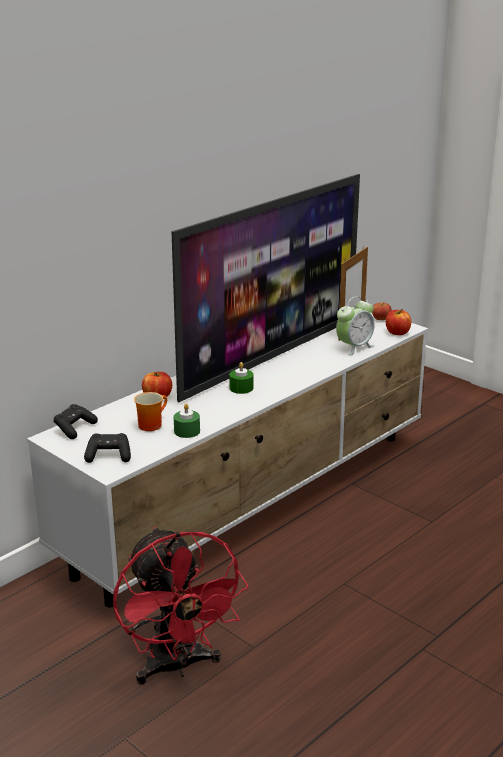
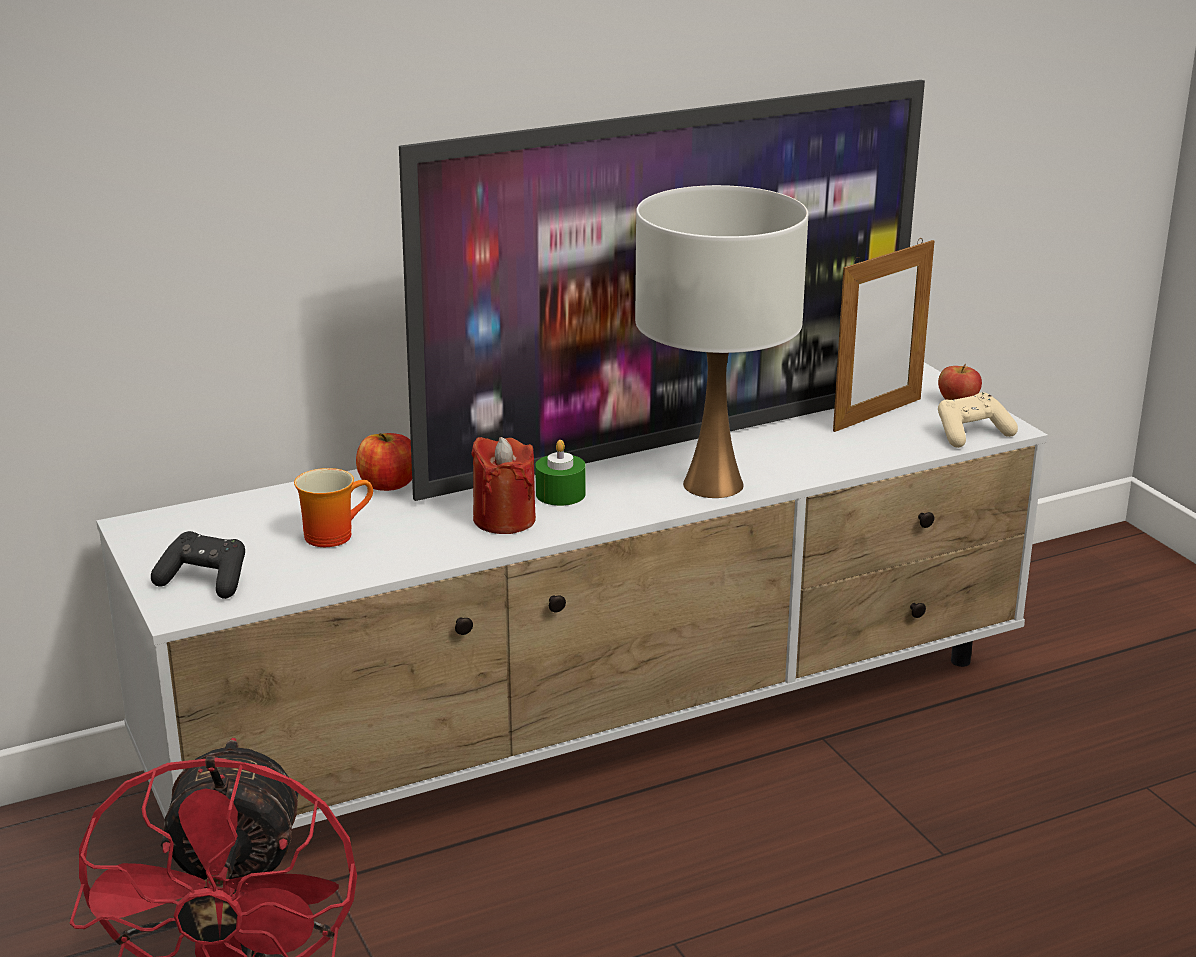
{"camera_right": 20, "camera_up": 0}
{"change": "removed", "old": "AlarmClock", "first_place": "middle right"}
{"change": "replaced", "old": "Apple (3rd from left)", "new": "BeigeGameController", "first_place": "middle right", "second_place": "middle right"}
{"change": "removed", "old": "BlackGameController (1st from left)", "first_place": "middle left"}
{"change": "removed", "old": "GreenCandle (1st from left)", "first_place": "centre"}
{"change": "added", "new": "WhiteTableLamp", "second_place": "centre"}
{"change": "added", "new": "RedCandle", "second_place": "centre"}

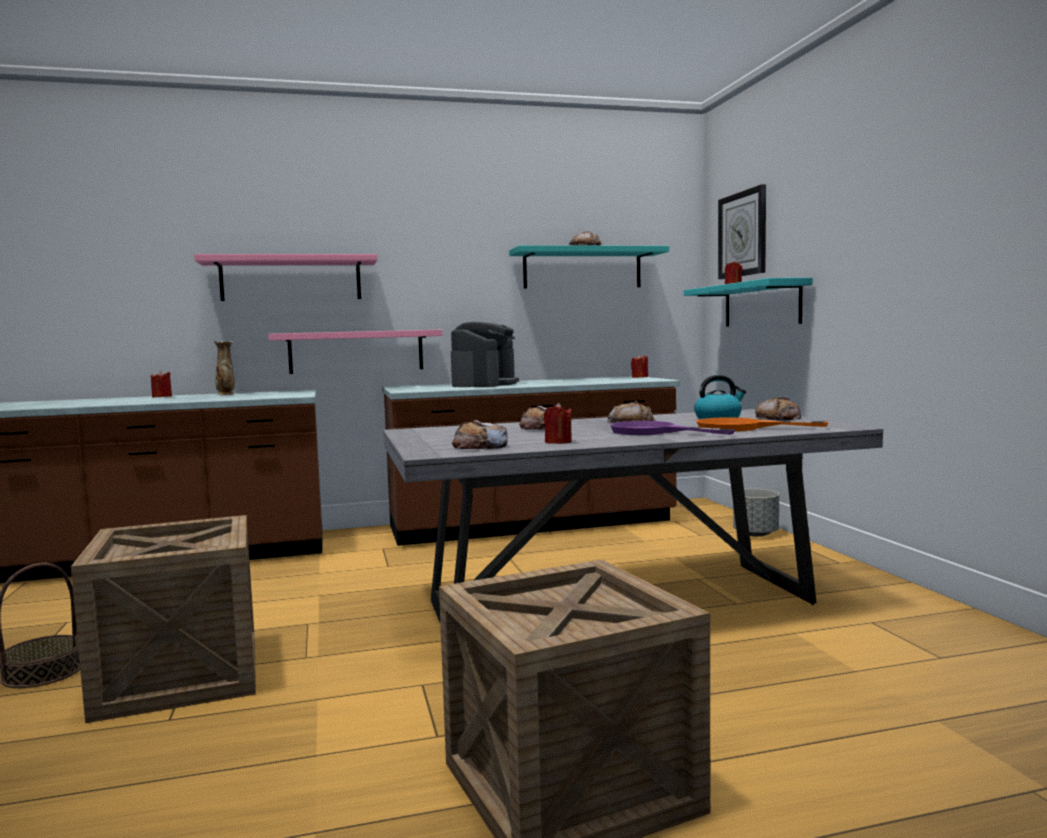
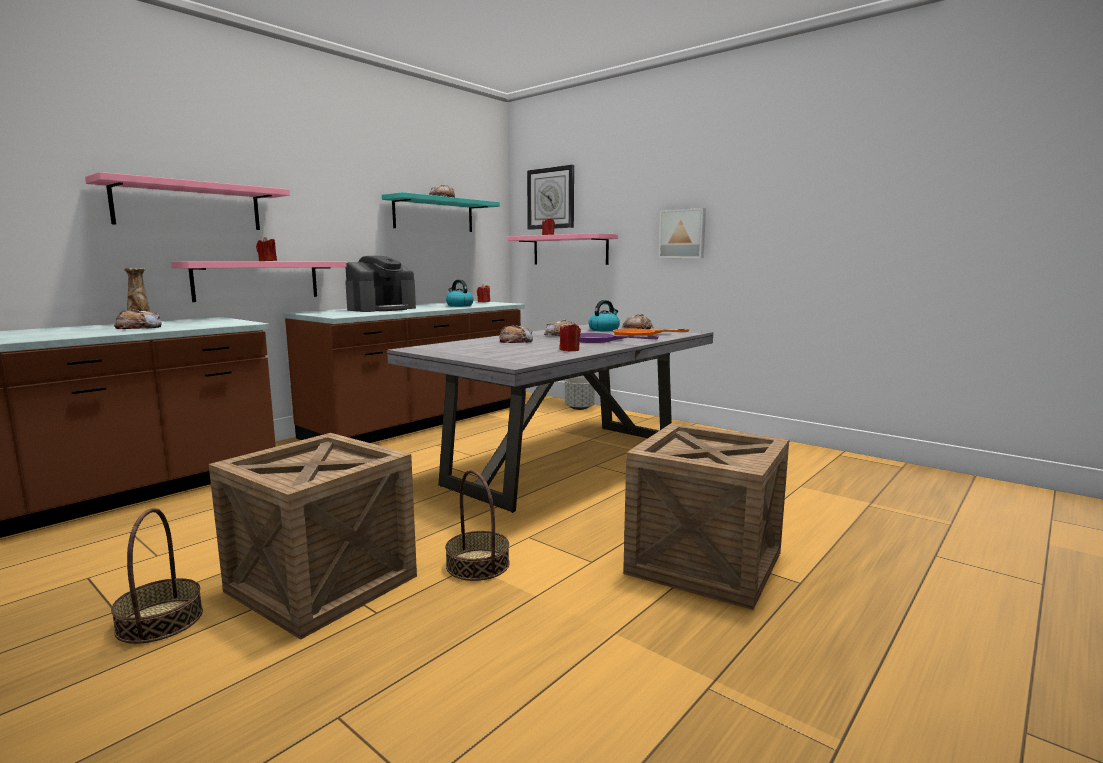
{"camera_right": -35, "camera_up": 5}
{"change": "recoloured", "old": "TurquoiseShelf (2nd from left)", "new": "PinkShelf (3rd from left)", "first_place": "middle right", "second_place": "top centre"}
{"change": "turned", "old": "CoffeeMachine", "first_place": "centre", "second_place": "centre", "degrees": 60}
{"change": "moved", "old": "RedCandle (1st from left)", "first_place": "middle left", "second_place": "top left"}
{"change": "moved", "old": "Bread (1st from left)", "first_place": "centre", "second_place": "middle left"}
{"change": "added", "new": "Picture", "second_place": "top centre"}
{"change": "added", "new": "Kettle (1st from left)", "second_place": "centre"}
{"change": "added", "new": "Basket (2nd from left)", "second_place": "bottom centre"}

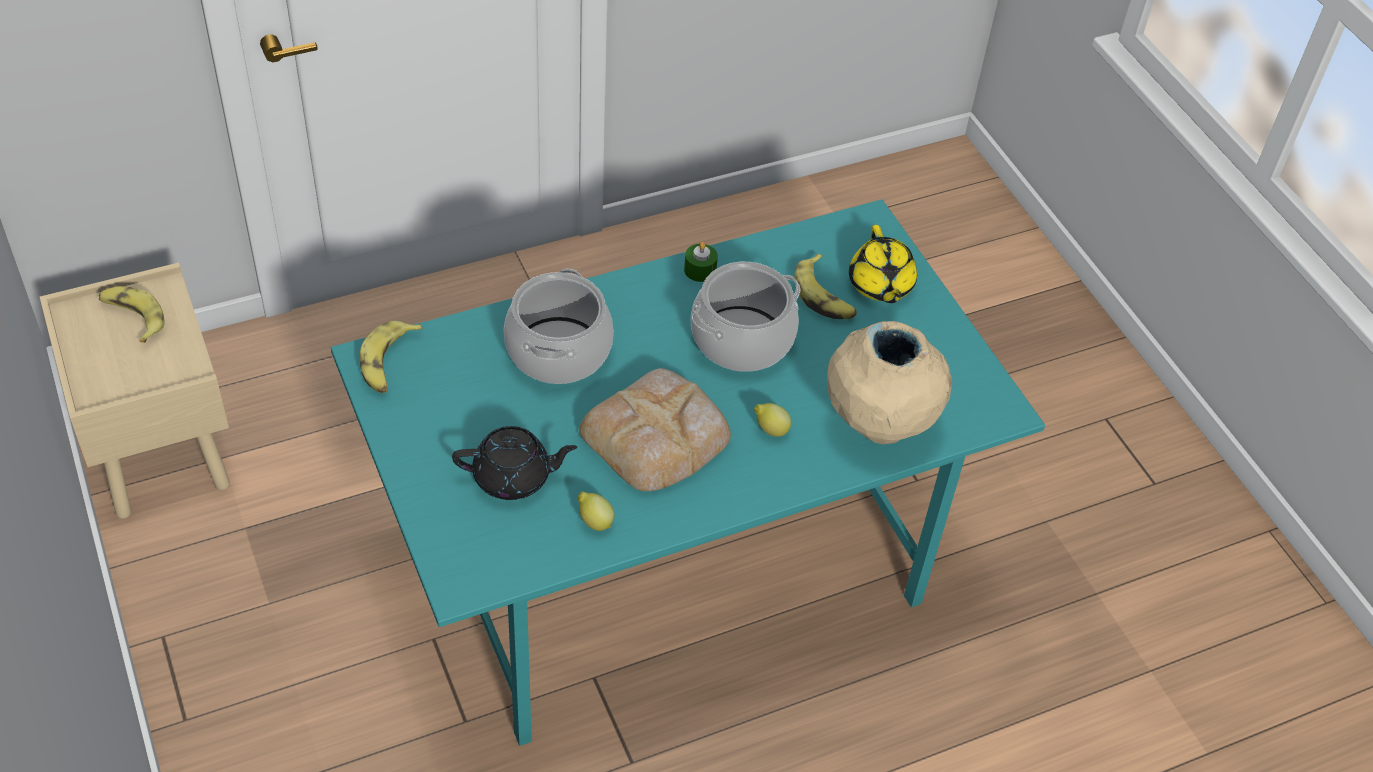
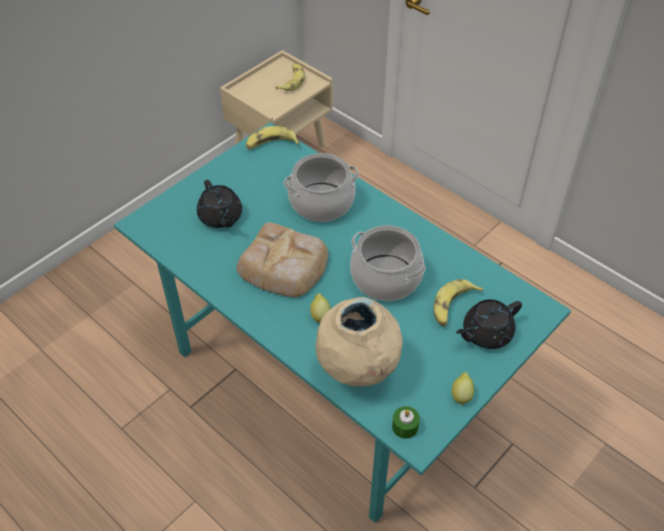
{"camera_right": 70, "camera_up": 0}
{"change": "recoloured", "old": "YellowTeapot", "new": "BlackTeapot (2nd from left)", "first_place": "centre", "second_place": "middle right"}
{"change": "moved", "old": "GreenCandle", "first_place": "centre", "second_place": "bottom centre"}
{"change": "moved", "old": "Lemon (1st from left in the first image)", "new": "Lemon (2nd from left)", "first_place": "centre", "second_place": "bottom right"}

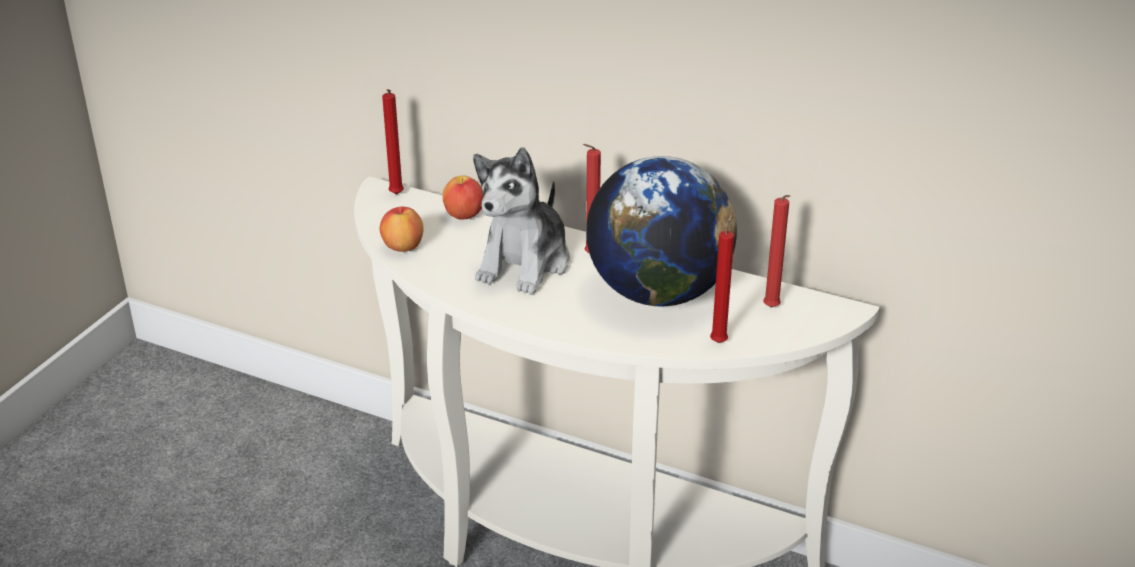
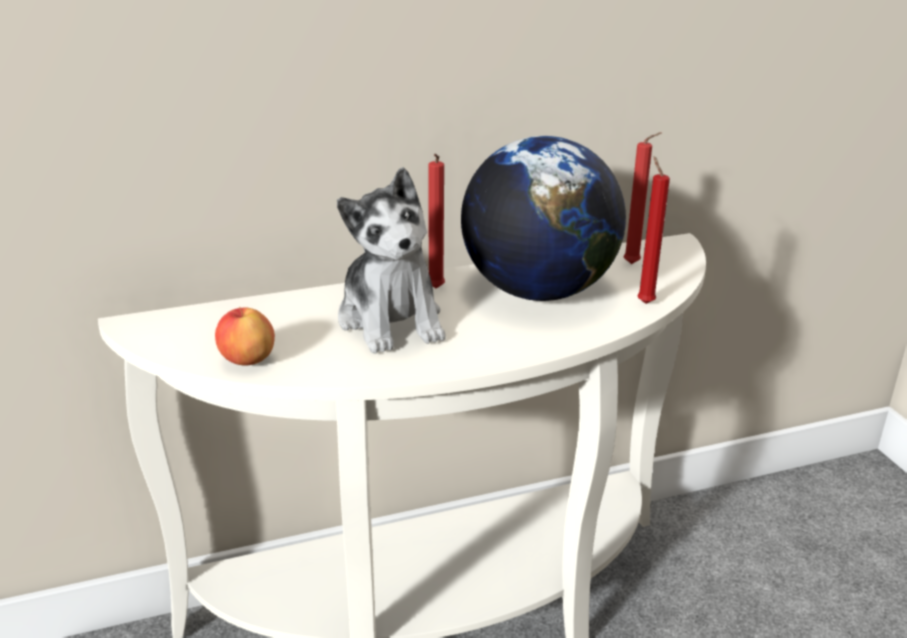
{"camera_right": -45, "camera_up": -5}
{"change": "removed", "old": "RedCandle (1st from left)", "first_place": "top centre"}
{"change": "removed", "old": "Apple (2nd from left)", "first_place": "centre"}

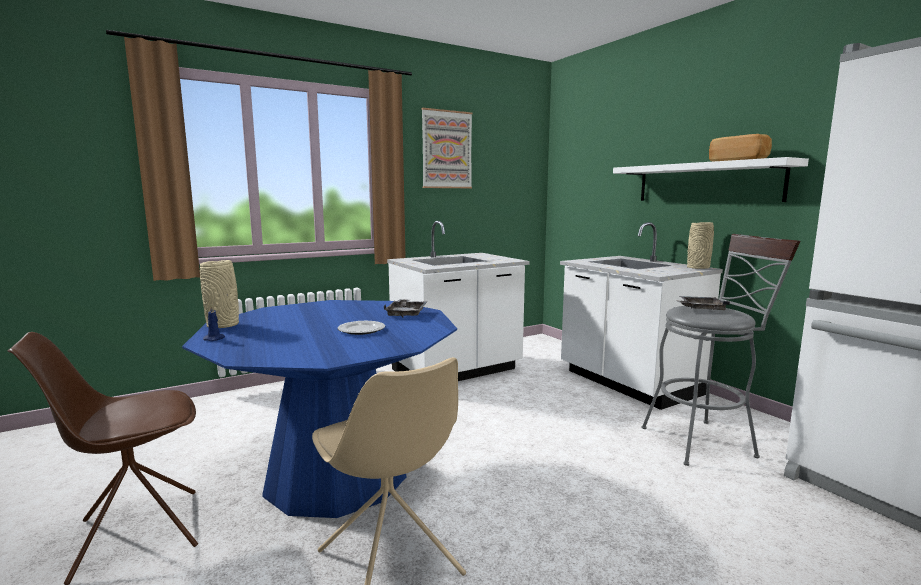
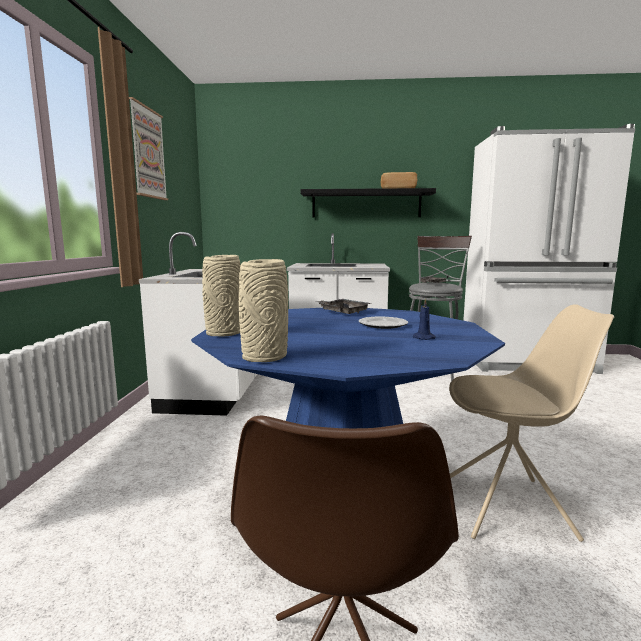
{"camera_right": -55, "camera_up": 0}
{"change": "recoloured", "old": "WhiteShelf", "new": "BlackShelf", "first_place": "top right", "second_place": "top centre"}
{"change": "moved", "old": "BeigeVase (2nd from left in the first image)", "new": "BeigeVase (1st from left)", "first_place": "middle right", "second_place": "centre"}
{"change": "moved", "old": "BlueCandle", "first_place": "middle left", "second_place": "centre"}

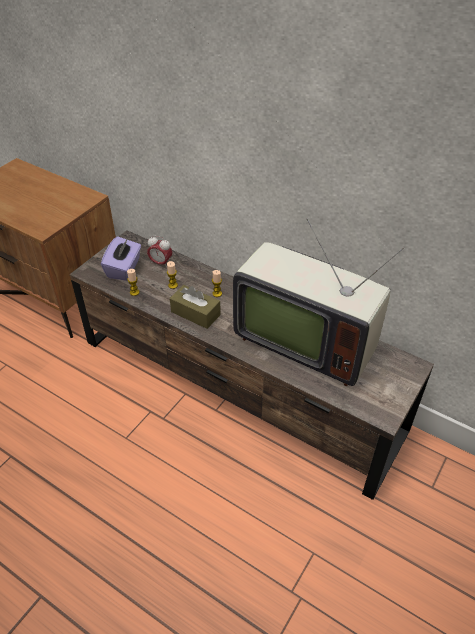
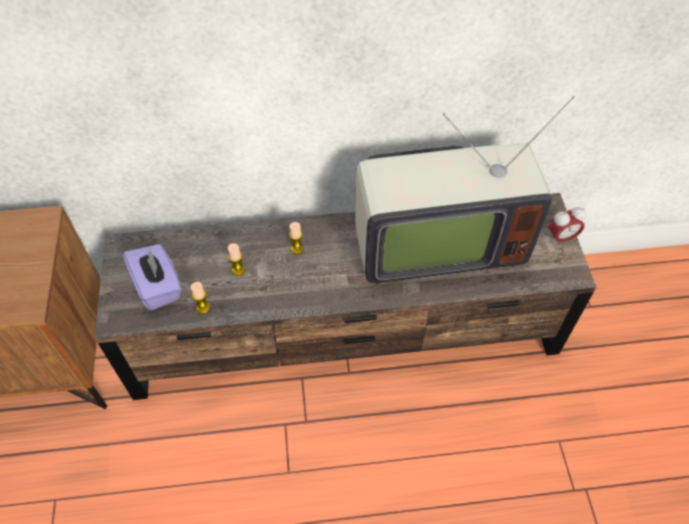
{"camera_right": -40, "camera_up": 10}
{"change": "moved", "old": "AlarmClock", "first_place": "centre", "second_place": "middle right"}
{"change": "removed", "old": "BrownTissueBox", "first_place": "centre"}

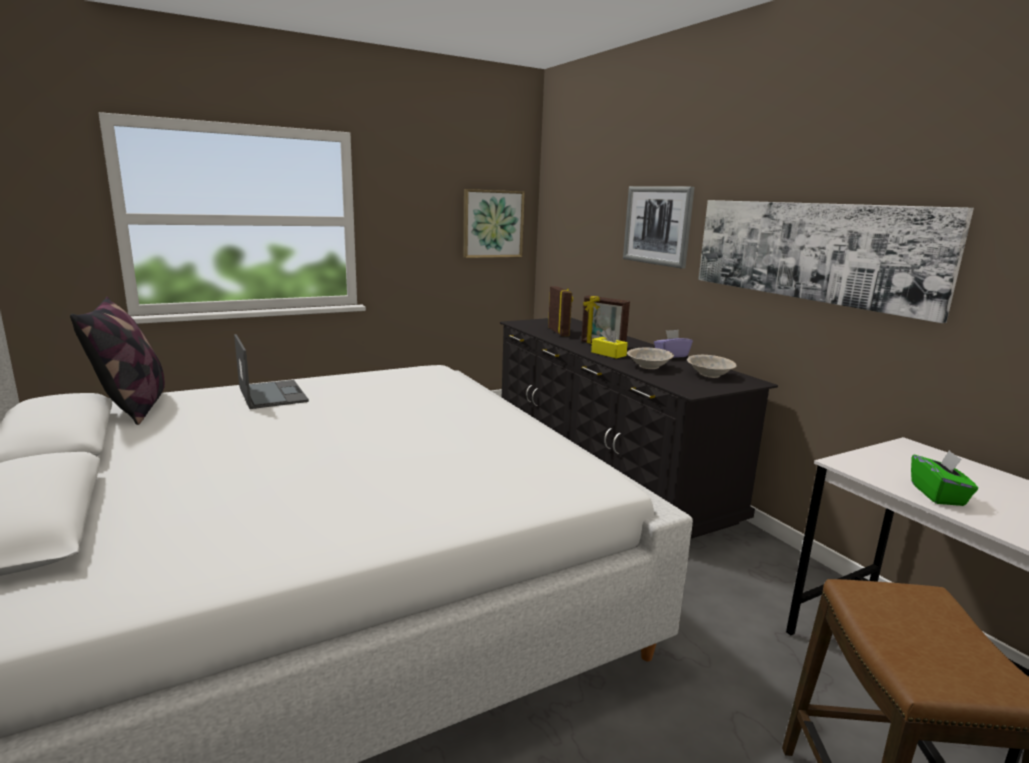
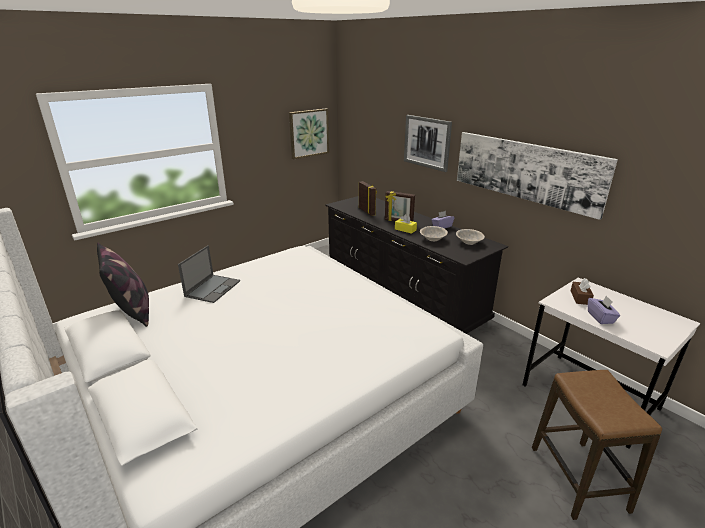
{"camera_right": -10, "camera_up": 10}
{"change": "turned", "old": "Laptop", "first_place": "middle left", "second_place": "middle left", "degrees": 60}
{"change": "recoloured", "old": "GreenTissueBox", "new": "PurpleTissueBox (2nd from left)", "first_place": "middle right", "second_place": "middle right"}
{"change": "added", "new": "BrownTissueBox", "second_place": "middle right"}

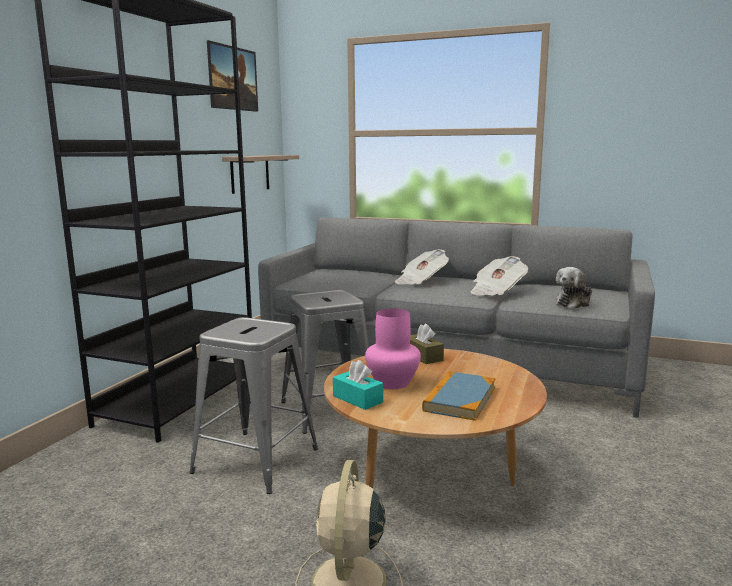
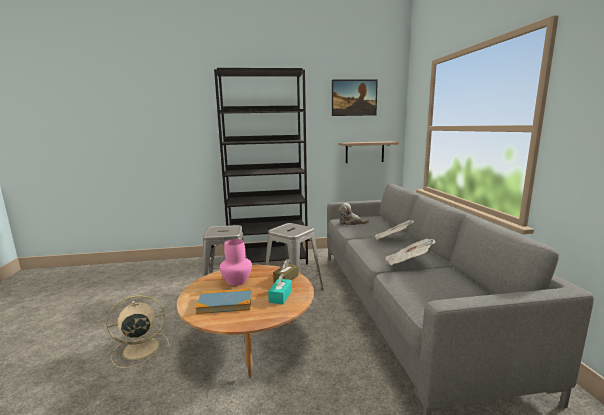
{"camera_right": 60, "camera_up": 0}
{"change": "moved", "old": "PlushToy", "first_place": "middle right", "second_place": "centre"}
{"change": "moved", "old": "TurquoiseTissueBox", "first_place": "centre", "second_place": "bottom centre"}

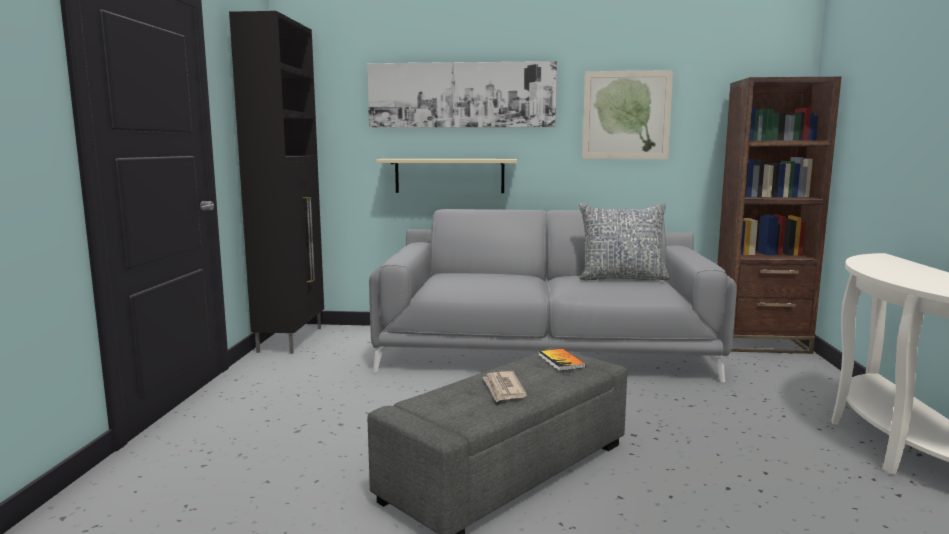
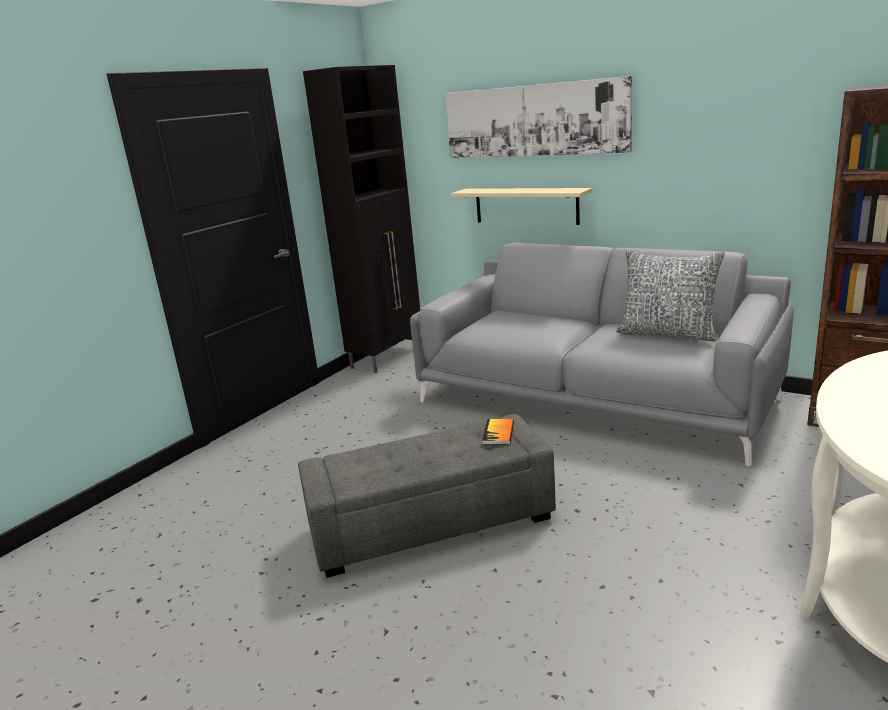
{"camera_right": 30, "camera_up": 10}
{"change": "removed", "old": "Picture (2nd from left)", "first_place": "top centre"}
{"change": "removed", "old": "Newspaper", "first_place": "bottom centre"}

